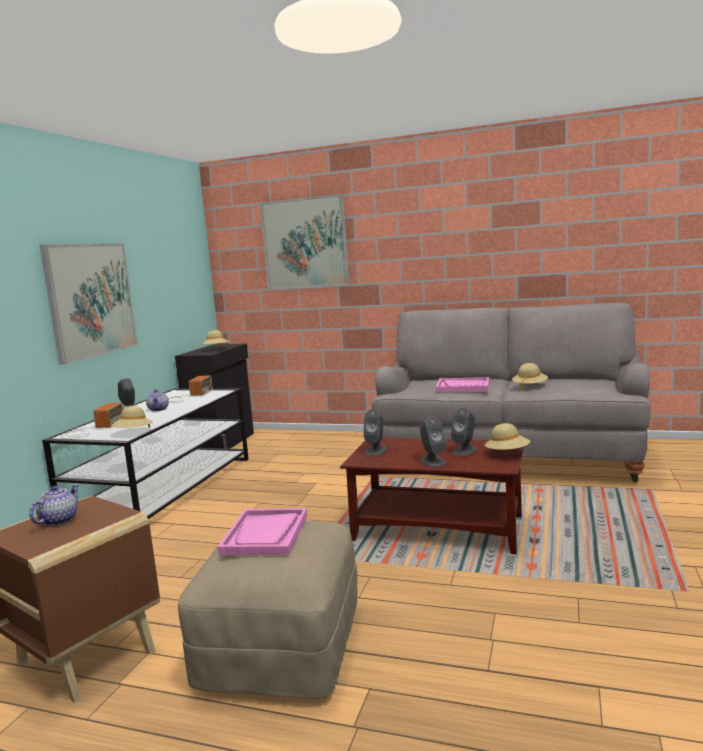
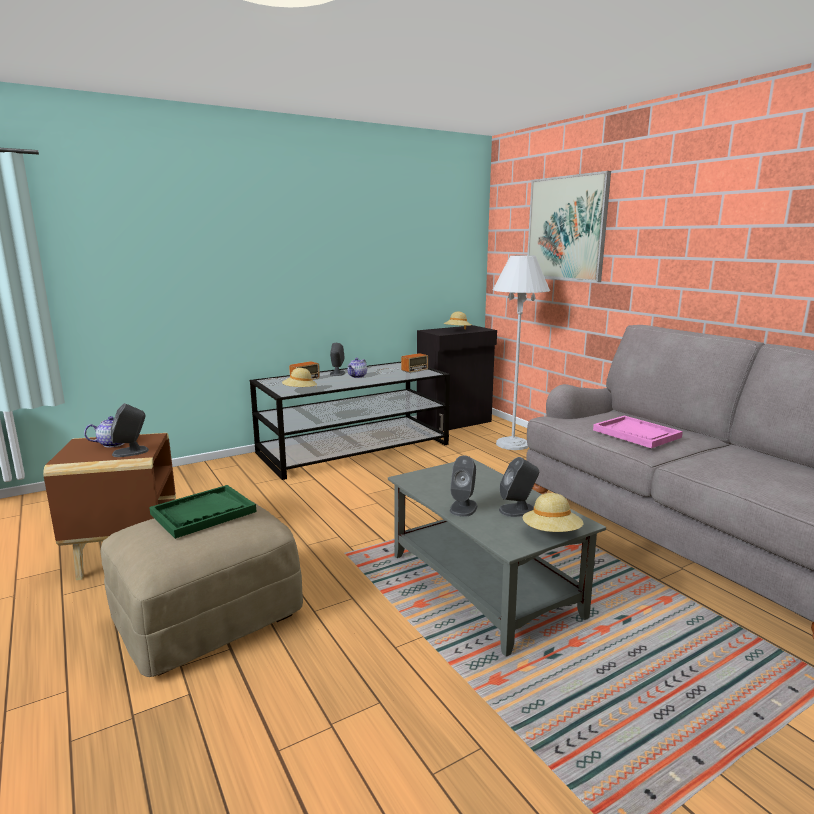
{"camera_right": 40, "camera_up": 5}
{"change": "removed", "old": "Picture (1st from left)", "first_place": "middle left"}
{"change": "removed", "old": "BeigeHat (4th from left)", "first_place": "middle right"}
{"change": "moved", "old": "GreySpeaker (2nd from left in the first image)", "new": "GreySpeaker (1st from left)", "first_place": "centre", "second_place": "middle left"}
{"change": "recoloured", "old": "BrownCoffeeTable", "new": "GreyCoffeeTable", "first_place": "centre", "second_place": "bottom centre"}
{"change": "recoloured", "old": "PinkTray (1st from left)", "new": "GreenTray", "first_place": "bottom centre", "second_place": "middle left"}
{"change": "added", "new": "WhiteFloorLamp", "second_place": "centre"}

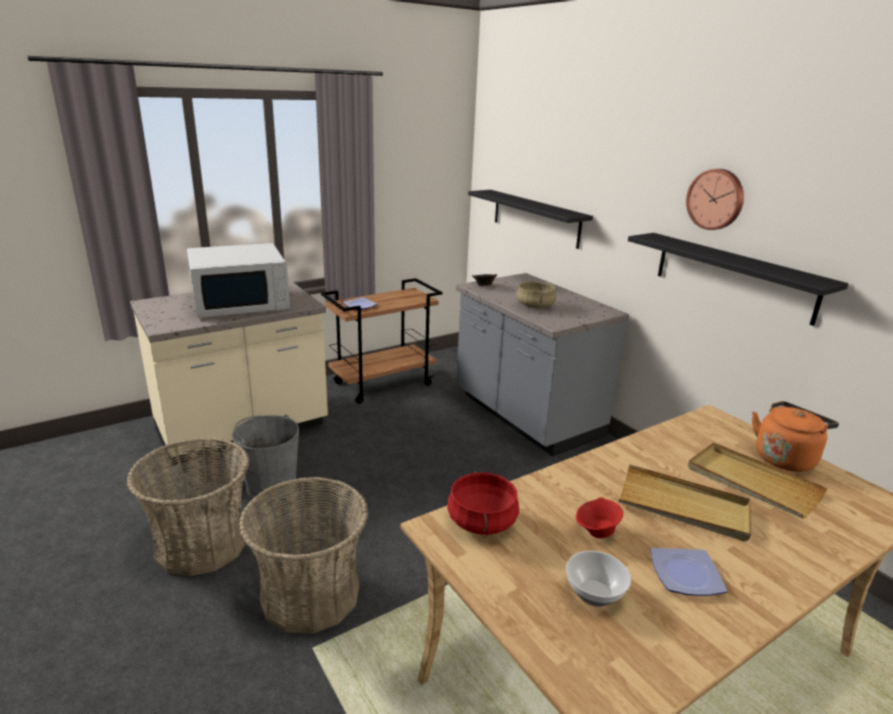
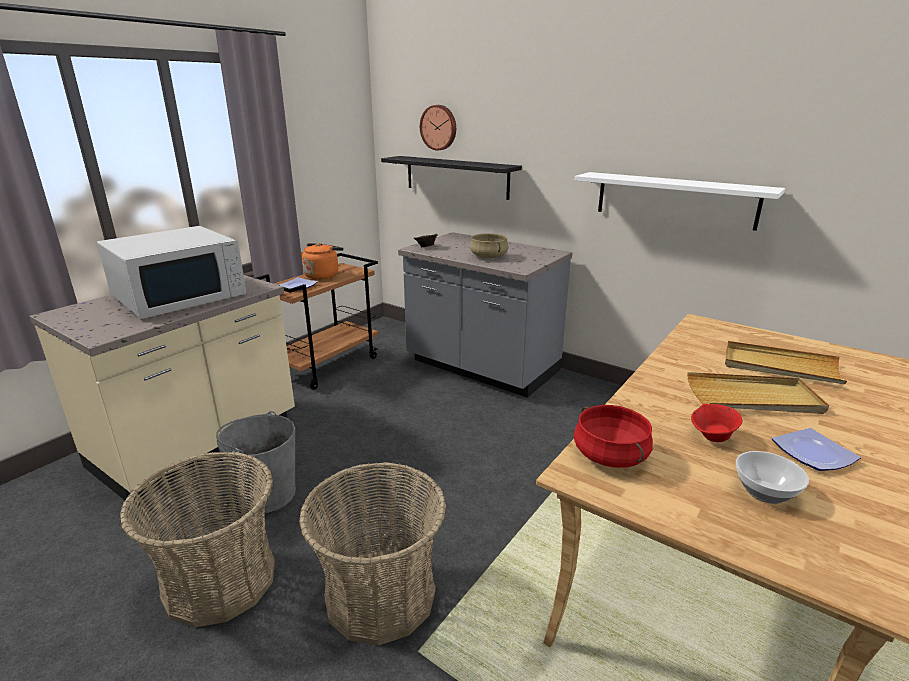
{"camera_right": -20, "camera_up": 0}
{"change": "moved", "old": "WallClock", "first_place": "top right", "second_place": "top centre"}
{"change": "recoloured", "old": "BlackShelf (2nd from left)", "new": "WhiteShelf", "first_place": "middle right", "second_place": "top right"}
{"change": "moved", "old": "OrangeKettle", "first_place": "middle right", "second_place": "centre"}

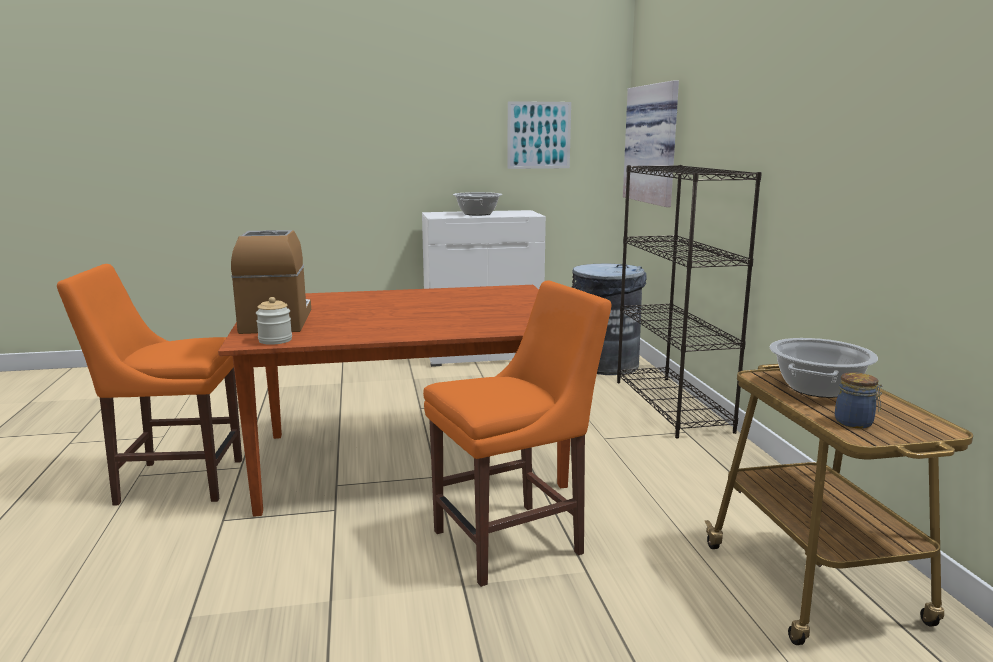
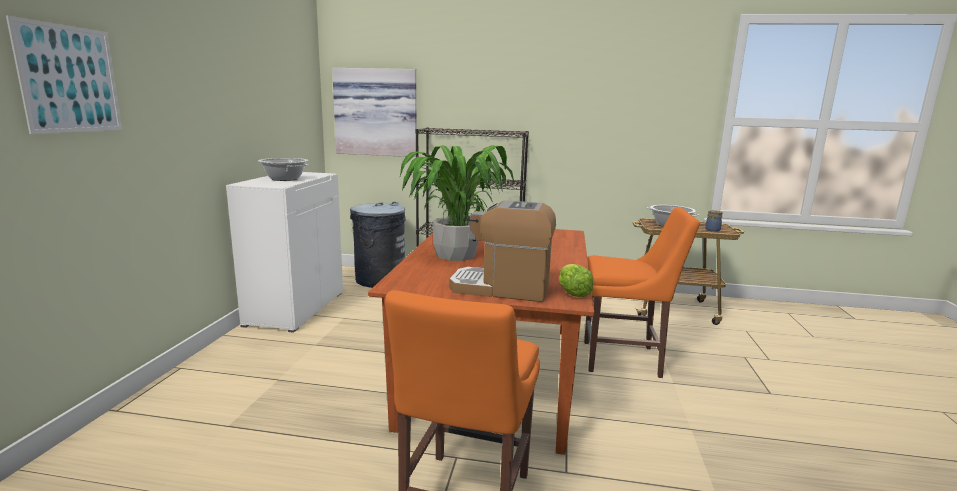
{"camera_right": -70, "camera_up": 0}
{"change": "moved", "old": "Picture (1st from left)", "first_place": "top centre", "second_place": "top left"}
{"change": "turned", "old": "OrangeChair (2nd from left)", "first_place": "centre", "second_place": "middle right", "degrees": 105}
{"change": "replaced", "old": "Jar (1st from left)", "new": "Lettuce", "first_place": "middle left", "second_place": "centre"}
{"change": "added", "new": "PottedPlant", "second_place": "centre"}

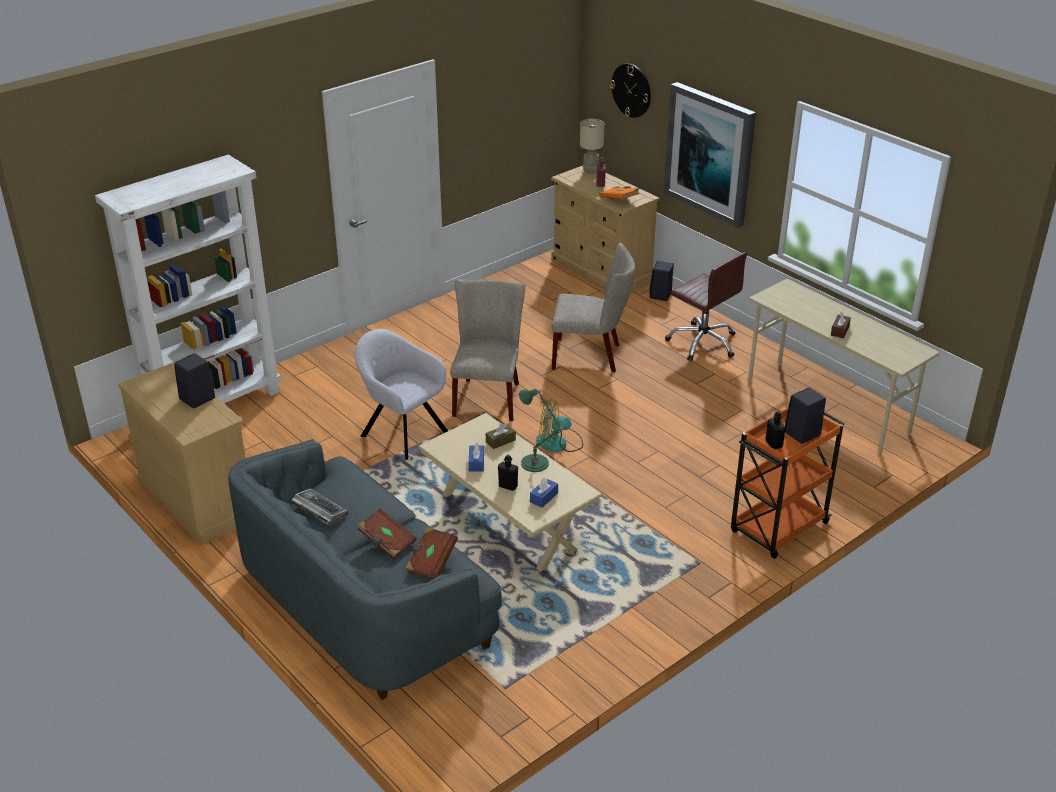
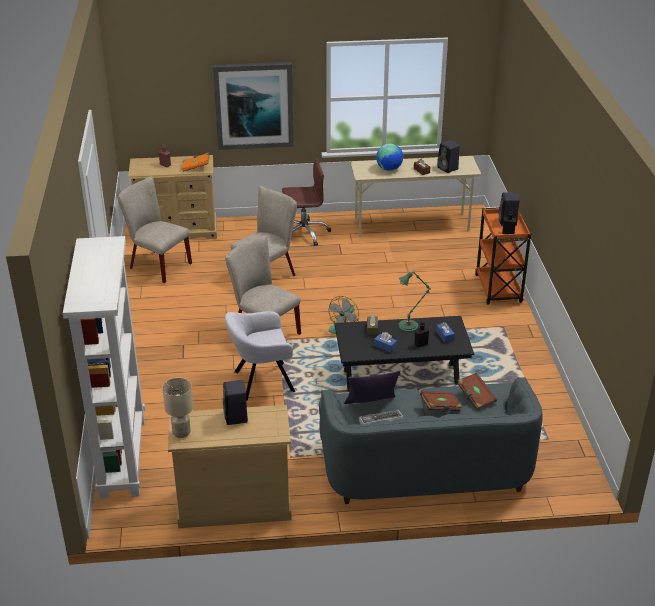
{"camera_right": -55, "camera_up": 0}
{"change": "removed", "old": "WallClock", "first_place": "top centre"}
{"change": "moved", "old": "BeigeTableLamp", "first_place": "top centre", "second_place": "bottom left"}
{"change": "moved", "old": "BlackSpeaker (2nd from left)", "first_place": "centre", "second_place": "top right"}
{"change": "recoloured", "old": "BeigeCoffeeTable", "new": "BlackCoffeeTable", "first_place": "centre", "second_place": "centre"}
{"change": "added", "new": "Globe", "second_place": "top centre"}
{"change": "added", "new": "BeigeChair (1st from left)", "second_place": "middle left"}
{"change": "added", "new": "Pillow", "second_place": "centre"}

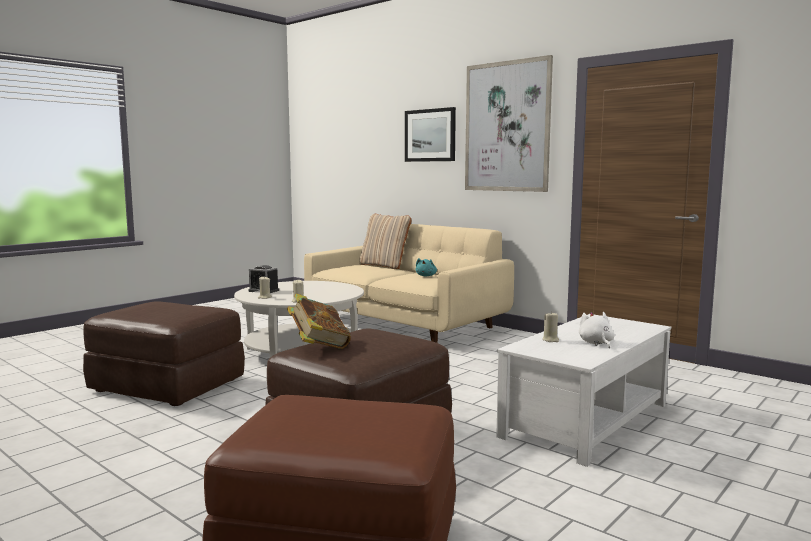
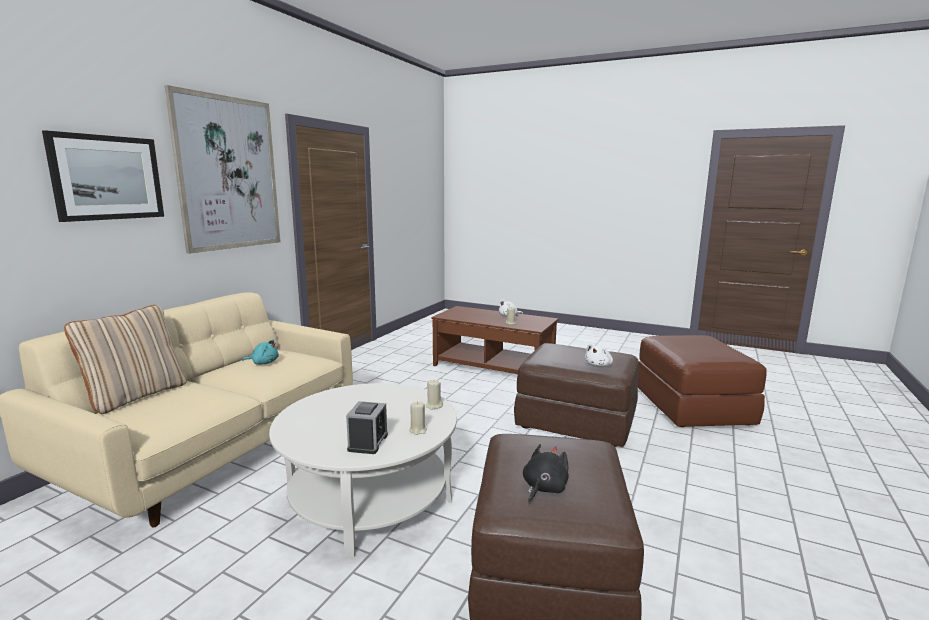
{"camera_right": -105, "camera_up": 5}
{"change": "replaced", "old": "Book", "new": "WhitePlushToy (2nd from left)", "first_place": "centre", "second_place": "centre"}
{"change": "recoloured", "old": "WhiteCoffeeTable (2nd from left)", "new": "BrownCoffeeTable", "first_place": "bottom right", "second_place": "centre"}
{"change": "added", "new": "BlackPlushToy", "second_place": "bottom centre"}

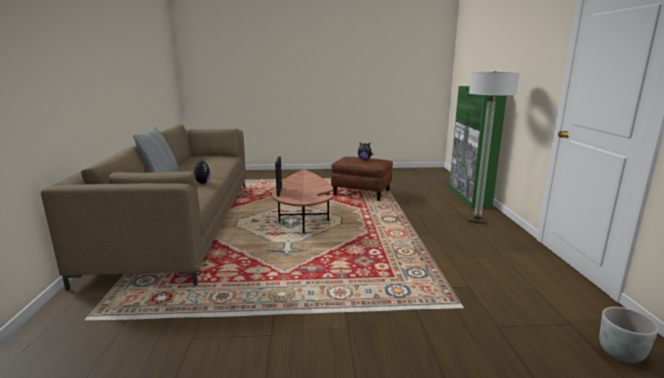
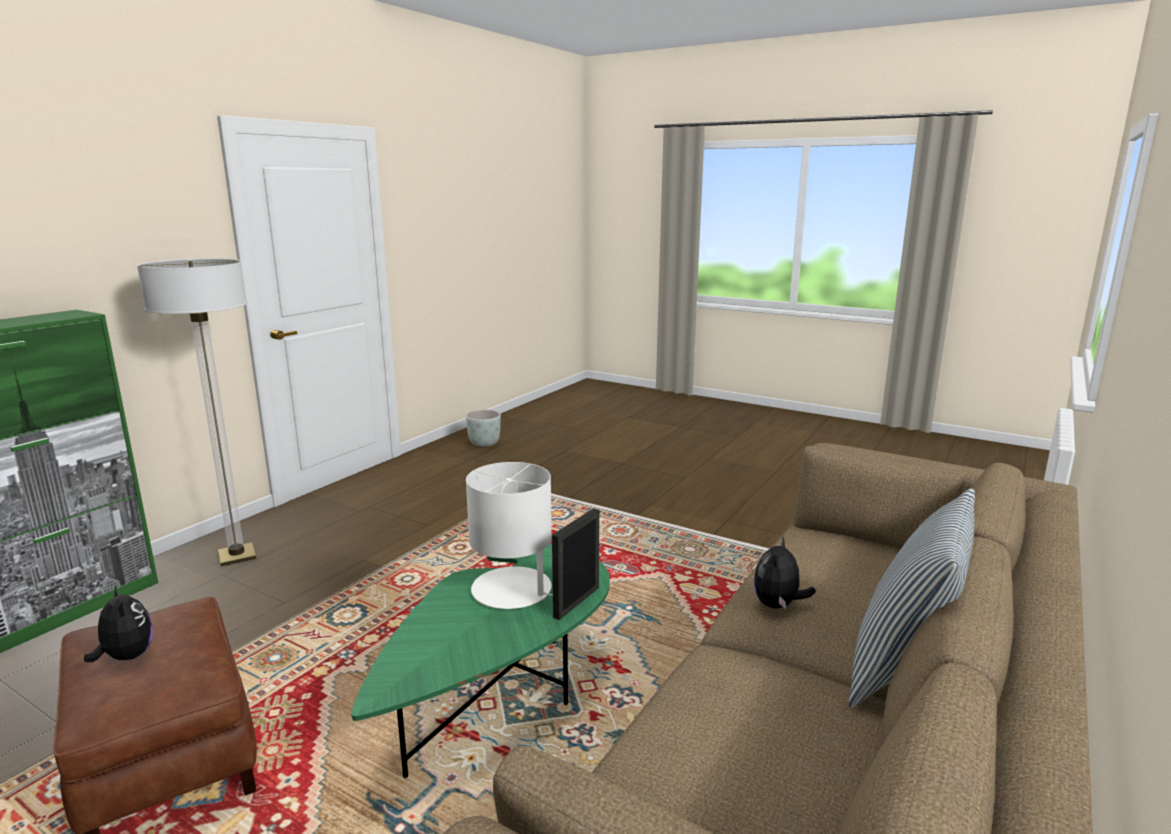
{"camera_right": -145, "camera_up": 0}
{"change": "recoloured", "old": "BrownCoffeeTable", "new": "GreenCoffeeTable", "first_place": "centre", "second_place": "bottom centre"}
{"change": "added", "new": "WhiteTableLamp", "second_place": "centre"}

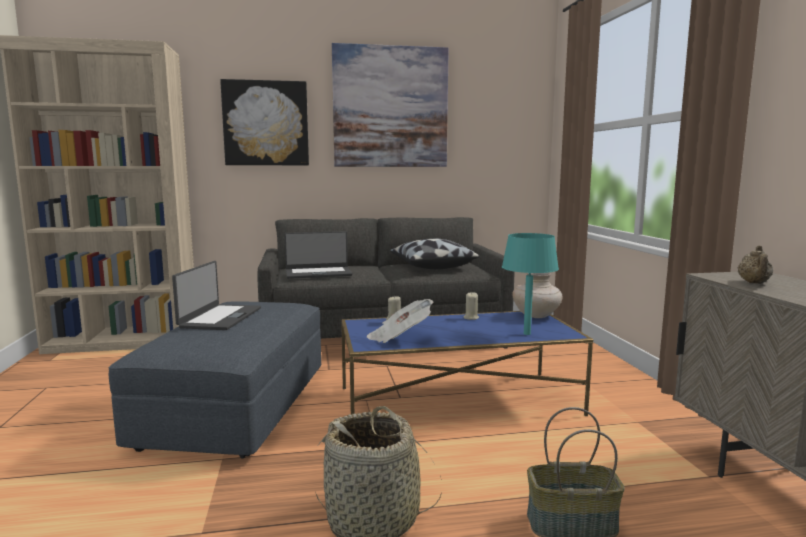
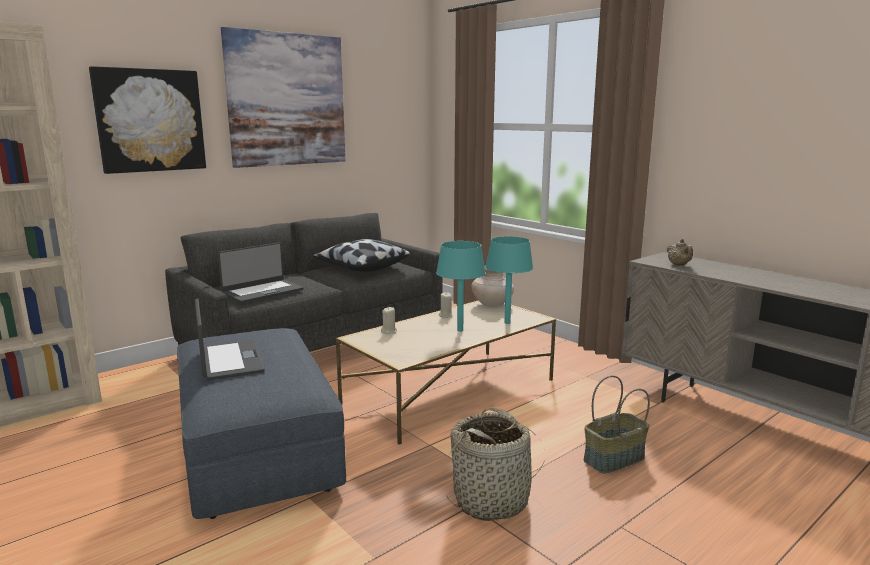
{"camera_right": -30, "camera_up": 5}
{"change": "removed", "old": "Newspaper", "first_place": "centre"}
{"change": "recoloured", "old": "BlueCoffeeTable", "new": "BeigeCoffeeTable", "first_place": "bottom centre", "second_place": "centre"}
{"change": "added", "new": "TurquoiseTableLamp (1st from left)", "second_place": "centre"}

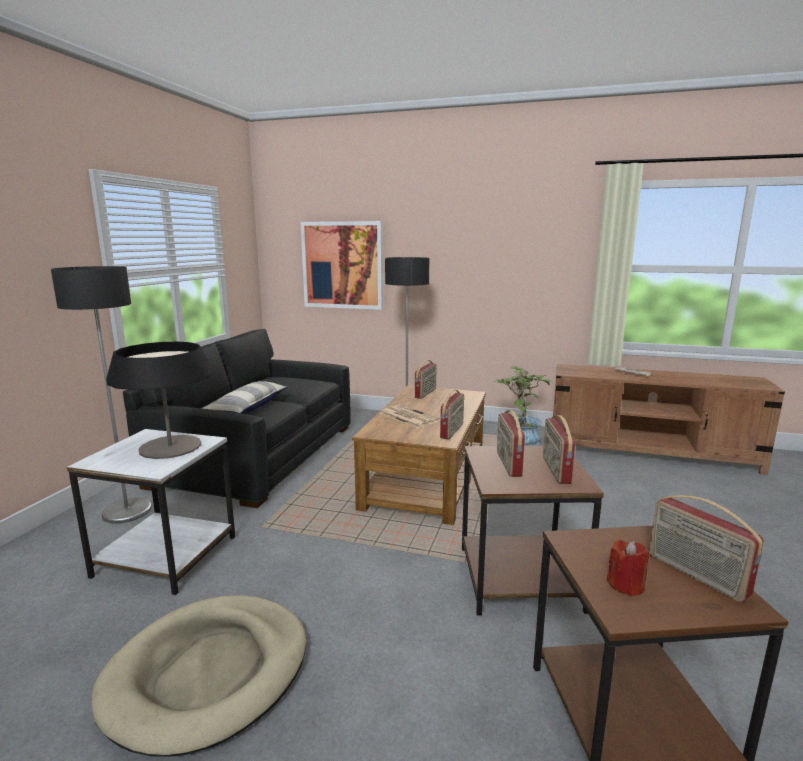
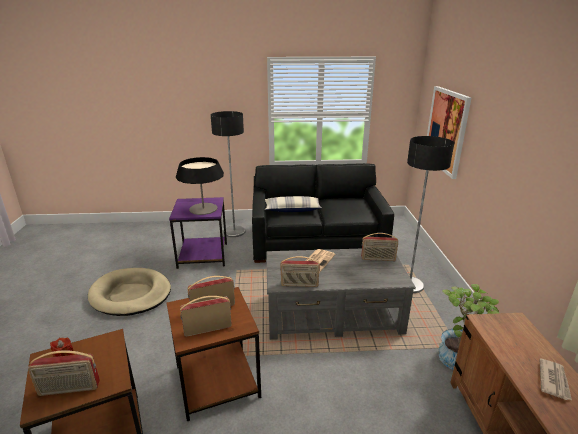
{"camera_right": 70, "camera_up": 10}
{"change": "recoloured", "old": "BrownCoffeeTable", "new": "GreyCoffeeTable", "first_place": "centre", "second_place": "bottom centre"}
{"change": "recoloured", "old": "WhiteSideTable", "new": "PurpleSideTable", "first_place": "bottom left", "second_place": "centre"}
{"change": "turned", "old": "Radio (5th from left in the first image)", "first_place": "bottom right", "second_place": "bottom left", "degrees": -135}

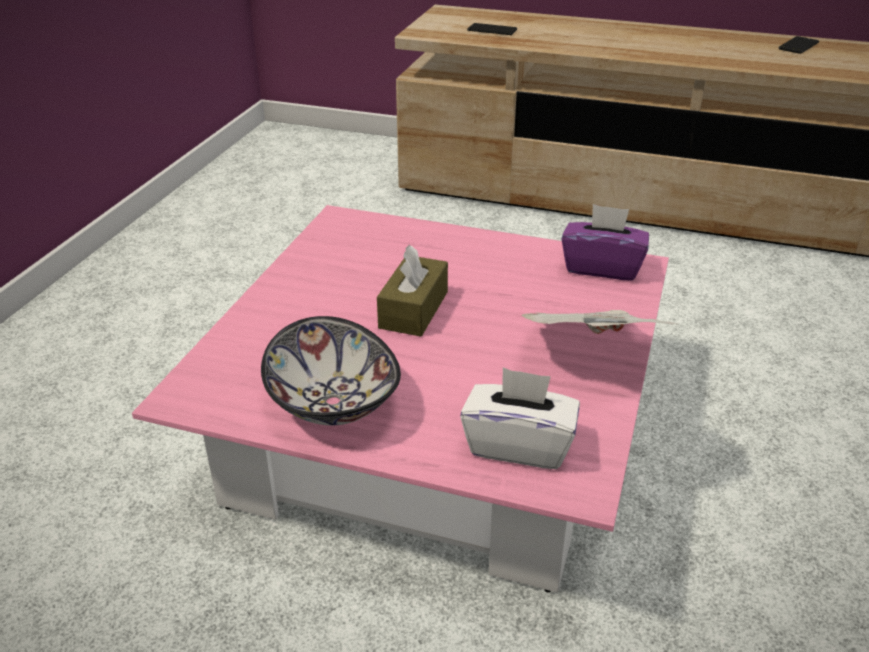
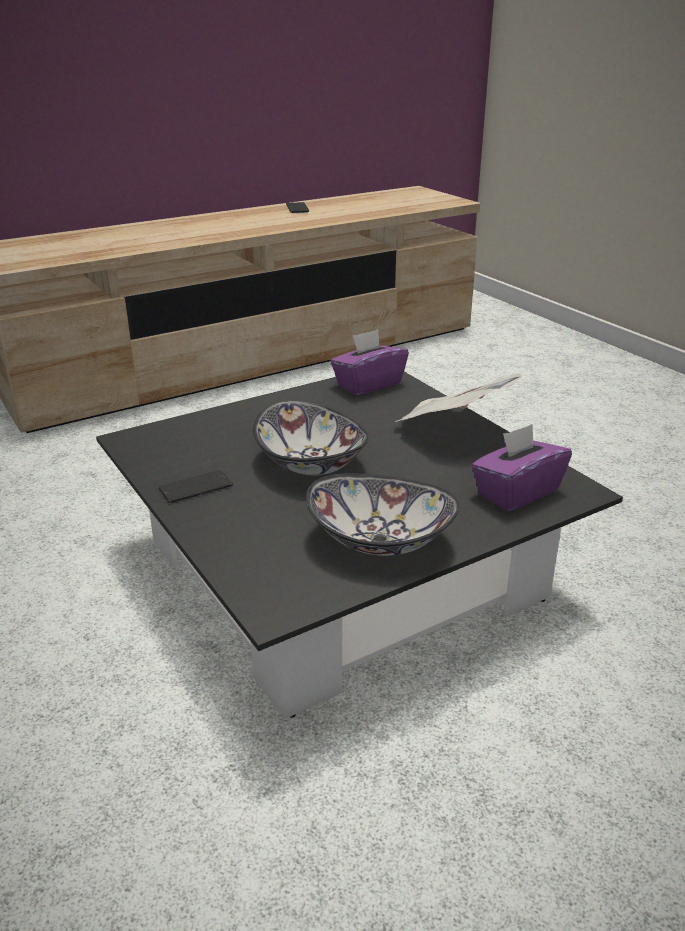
{"camera_right": -50, "camera_up": -5}
{"change": "moved", "old": "Phone (1st from left)", "first_place": "top centre", "second_place": "middle left"}
{"change": "recoloured", "old": "PinkCoffeeTable", "new": "BlackCoffeeTable", "first_place": "centre", "second_place": "centre"}
{"change": "replaced", "old": "BrownTissueBox", "new": "Bowl (1st from left)", "first_place": "centre", "second_place": "centre"}
{"change": "recoloured", "old": "WhiteTissueBox", "new": "PurpleTissueBox (2nd from left)", "first_place": "centre", "second_place": "middle right"}

